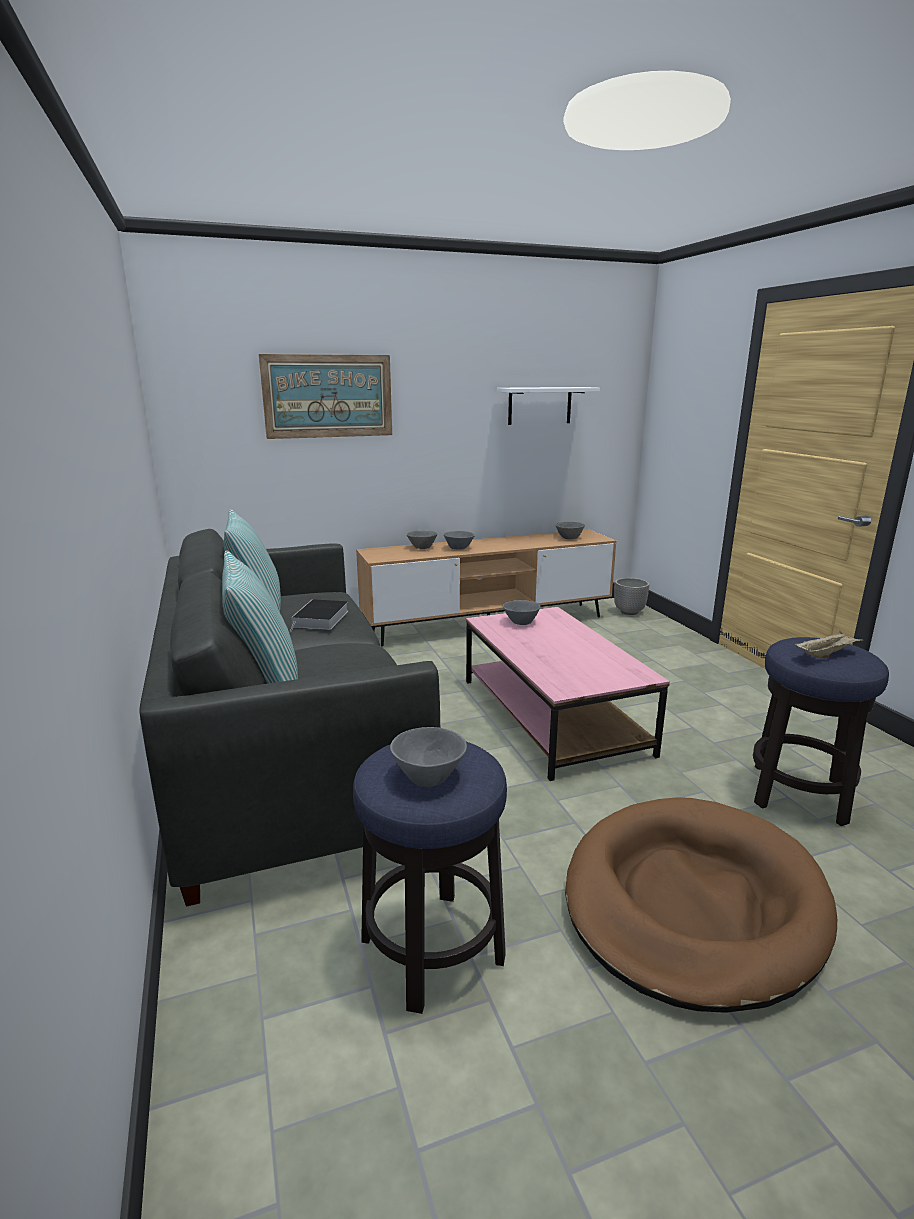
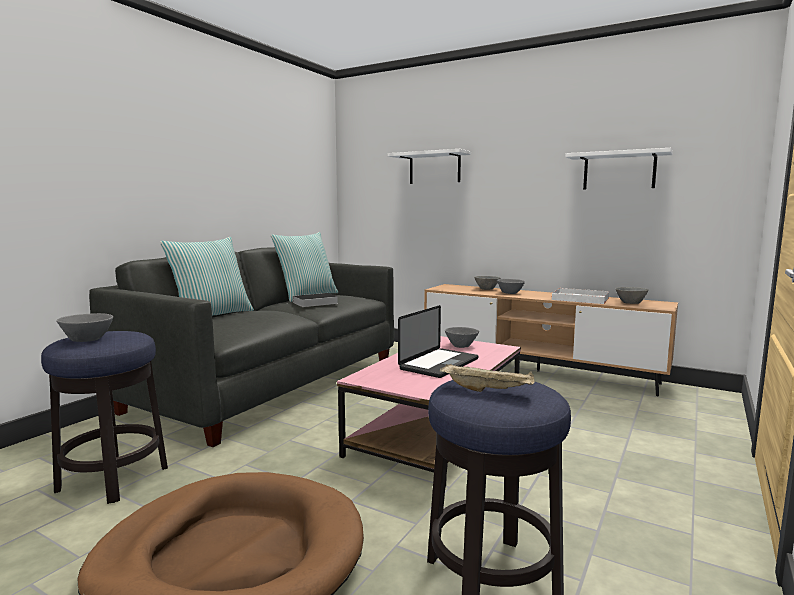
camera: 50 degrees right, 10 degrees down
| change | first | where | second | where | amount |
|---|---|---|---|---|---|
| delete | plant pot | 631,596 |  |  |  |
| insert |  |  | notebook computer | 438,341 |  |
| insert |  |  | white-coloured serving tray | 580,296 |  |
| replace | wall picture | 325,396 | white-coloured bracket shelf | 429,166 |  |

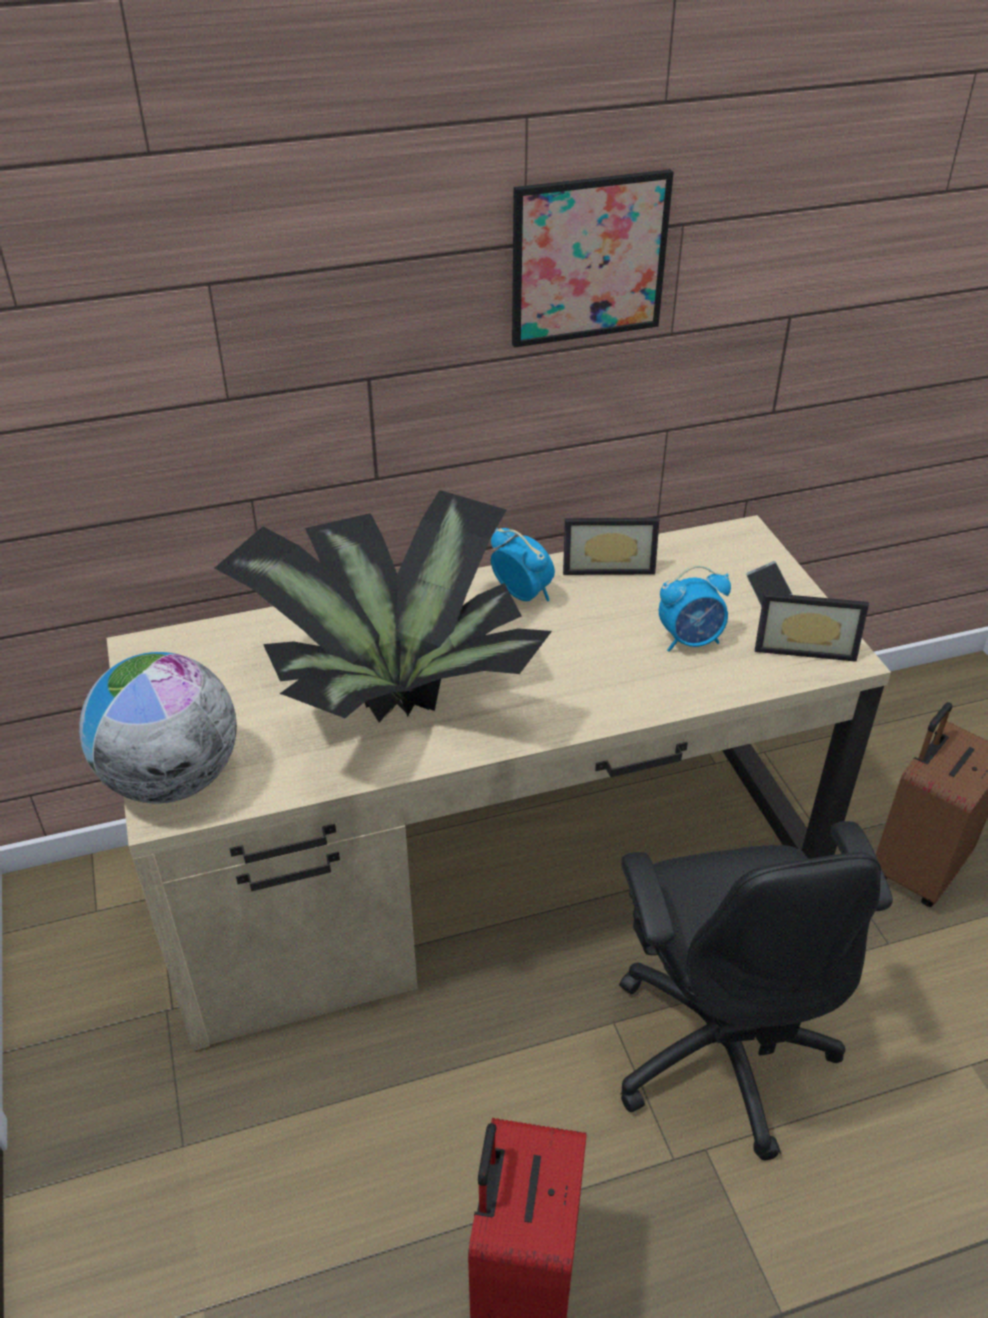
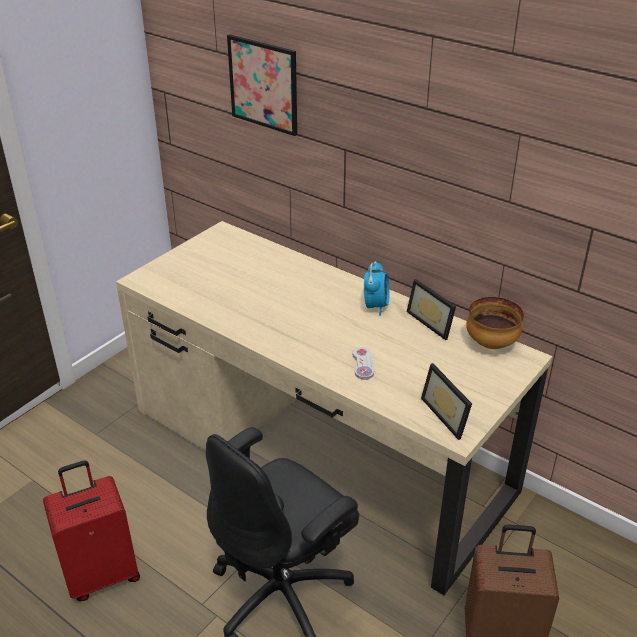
camera: 55 degrees right, 5 degrees down
| change | first | where | second | where | amount |
|---|---|---|---|---|---|
| delete | world globe | 158,728 |  |  |  |
| delete | houseplant | 383,606 |  |  |  |
| delete | table clock | 695,608 |  |  |  |
| delete | handset | 769,584 |  |  |  |
| insert |  |  | white-coloured joypad | 363,363 |  |
| insert |  |  | deep dish | 495,323 |  |
| move | wall picture | 593,258 |  | 262,85 |  |

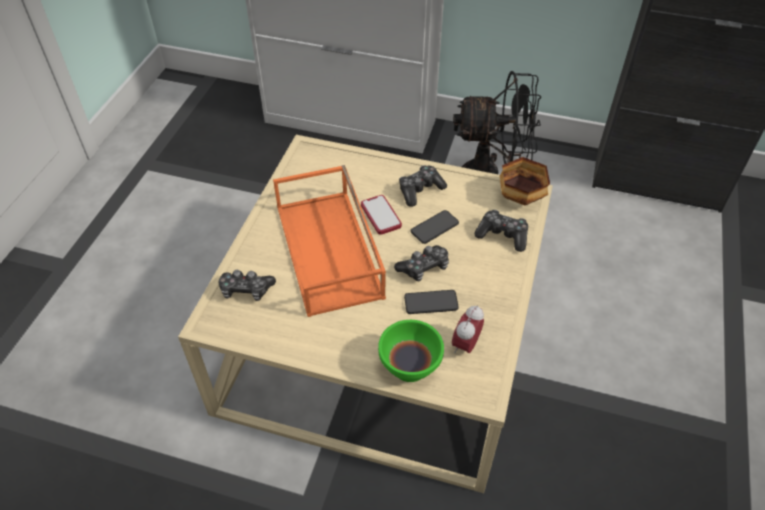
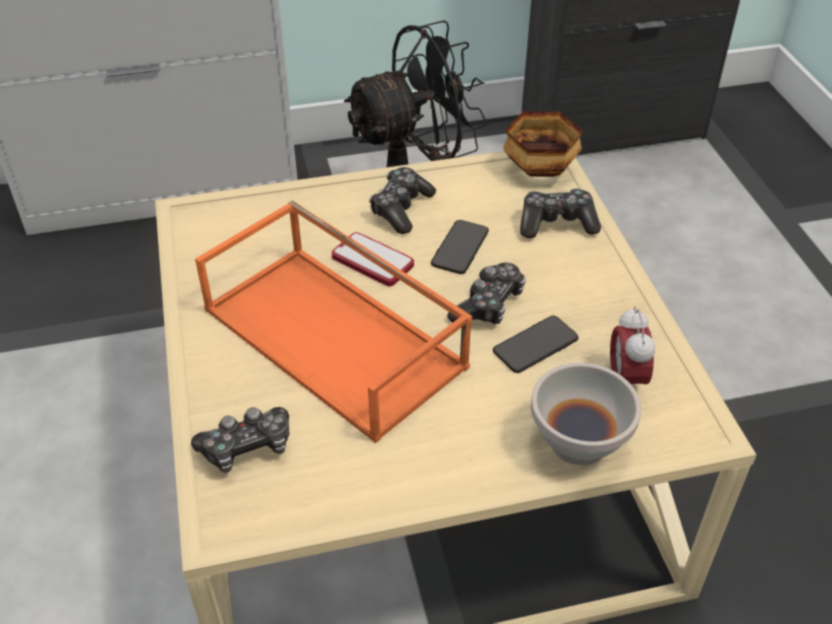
camera: 30 degrees left, 5 degrees down
| change | first | where | second | where | amount |
|---|---|---|---|---|---|
| recolor | green-coloured deep dish | 411,351 | white-coloured deep dish | 586,414 |  |

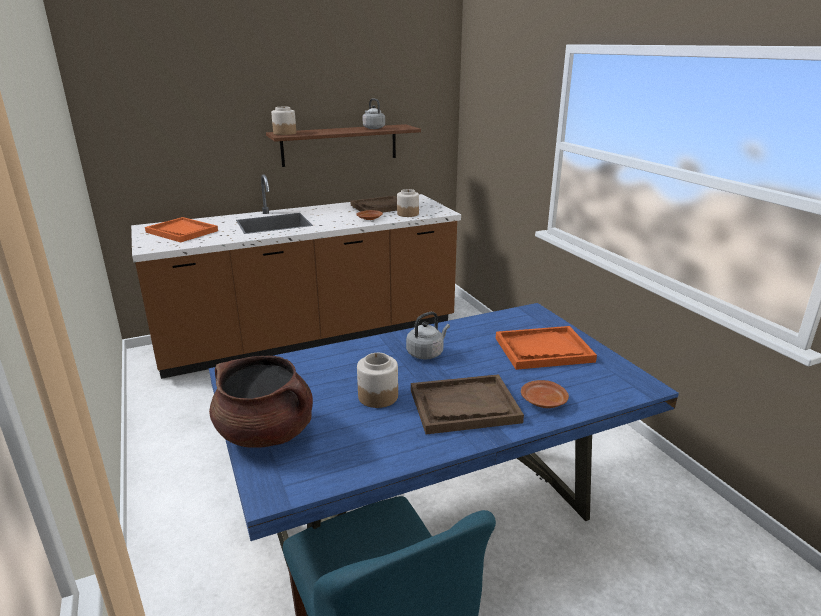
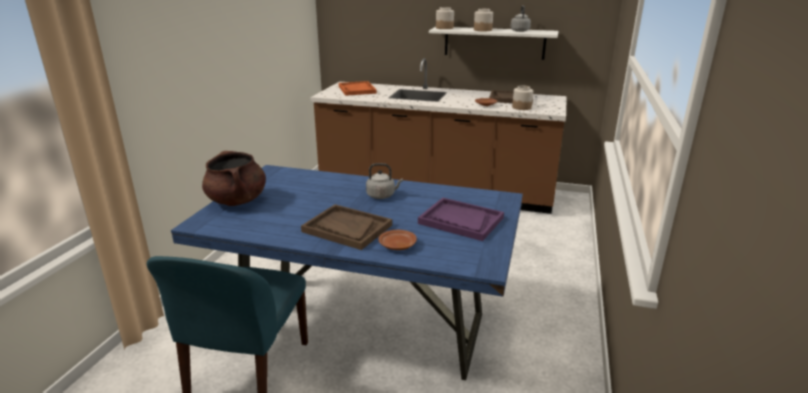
camera: 40 degrees right, 0 degrees up
| change | first | where | second | where | amount |
|---|---|---|---|---|---|
| move | storage jar | 377,380 |  | 483,20 |  |
| recolor | brown-coloured bracket shelf | 343,145 | white-coloured bracket shelf | 493,43 |  |
| recolor | orangey serving tray | 546,348 | purple serving tray | 461,219 |  |

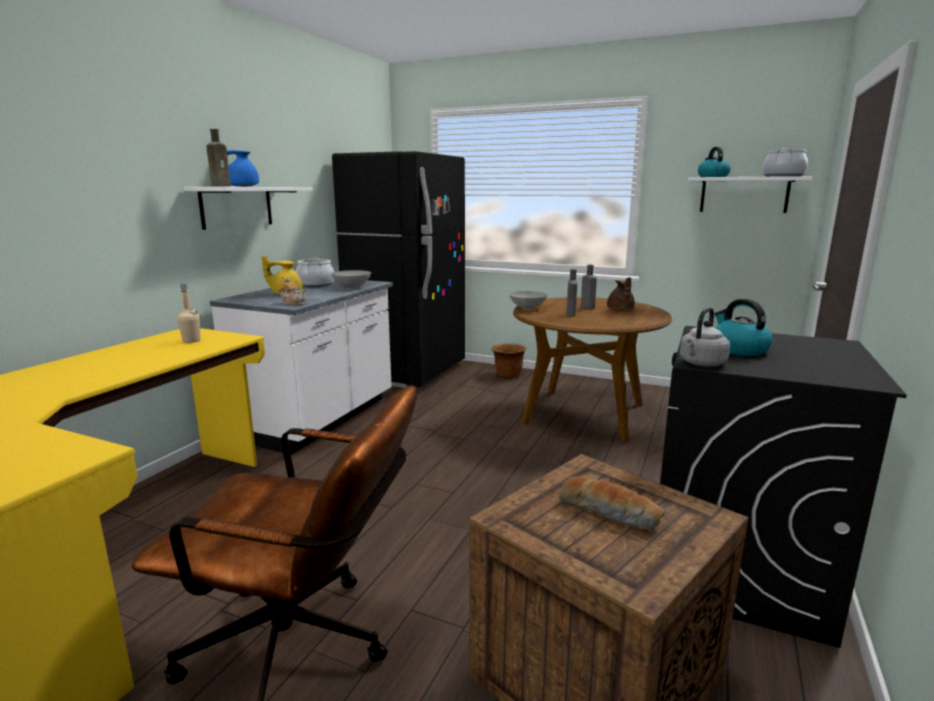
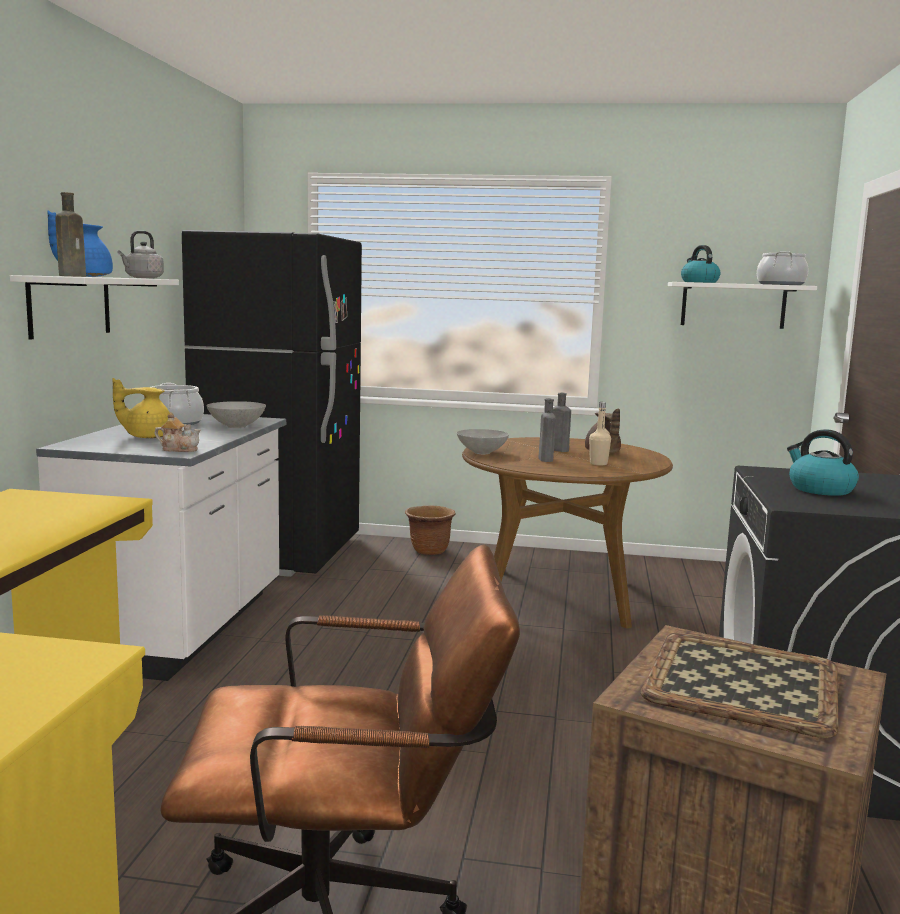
camera: 15 degrees left, 5 degrees down
| change | first | where | second | where | amount |
|---|---|---|---|---|---|
| move | beige beverage bottle | 189,313 |  | 600,433 |  |
| move | gray kettle | 705,337 |  | 141,254 |  |
| replace | baked bread | 612,503 | serving tray | 740,685 |  |

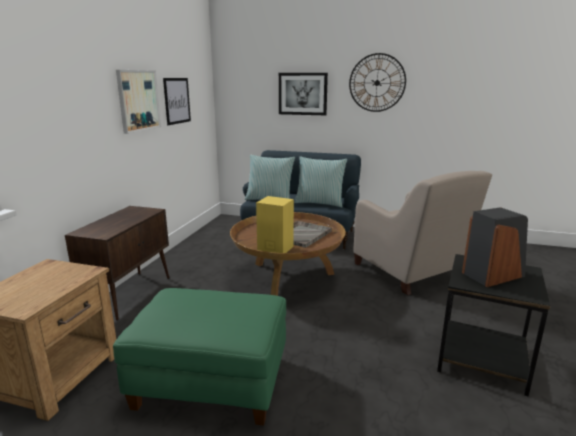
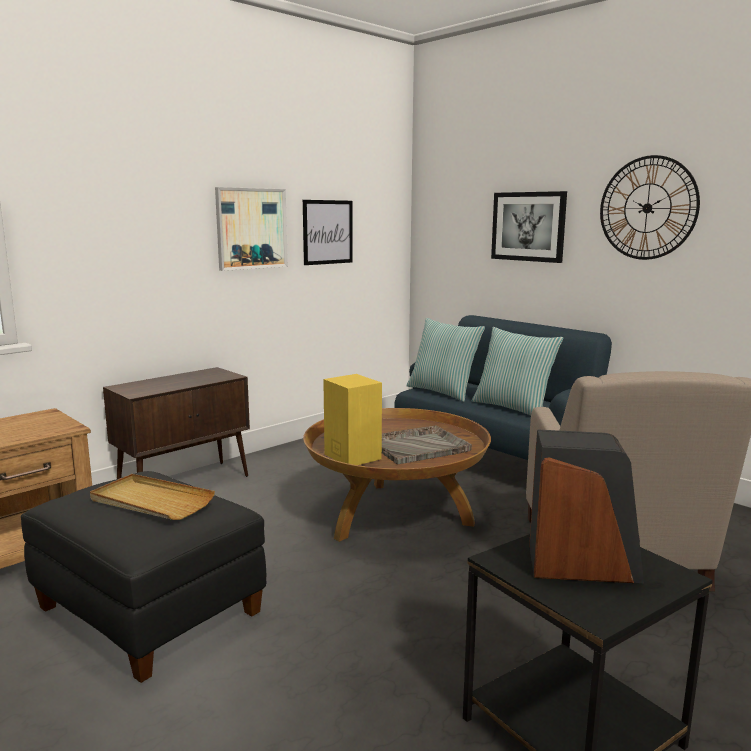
camera: 30 degrees right, 5 degrees down
| change | first | where | second | where | amount |
|---|---|---|---|---|---|
| insert |  |  | beige serving tray | 152,497 |  |
| recolor | green-coloured footrest | 199,357 | blackish footrest | 143,577 |  |

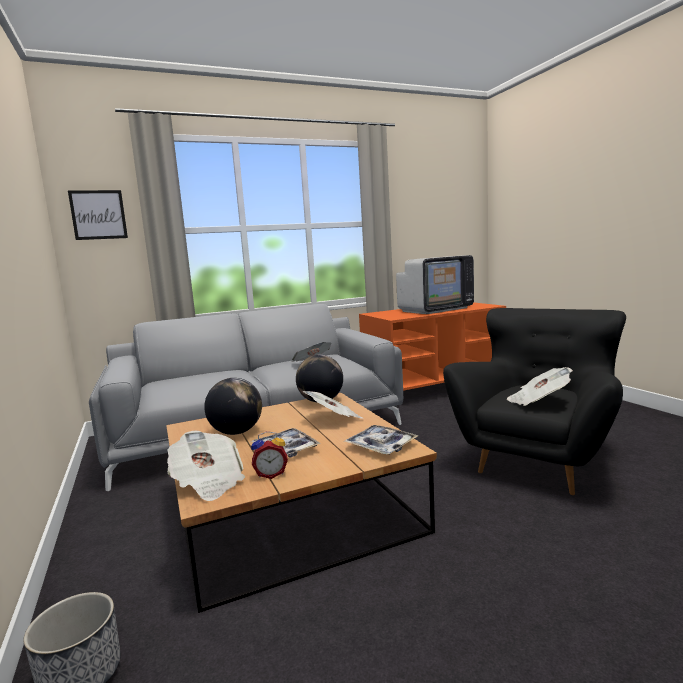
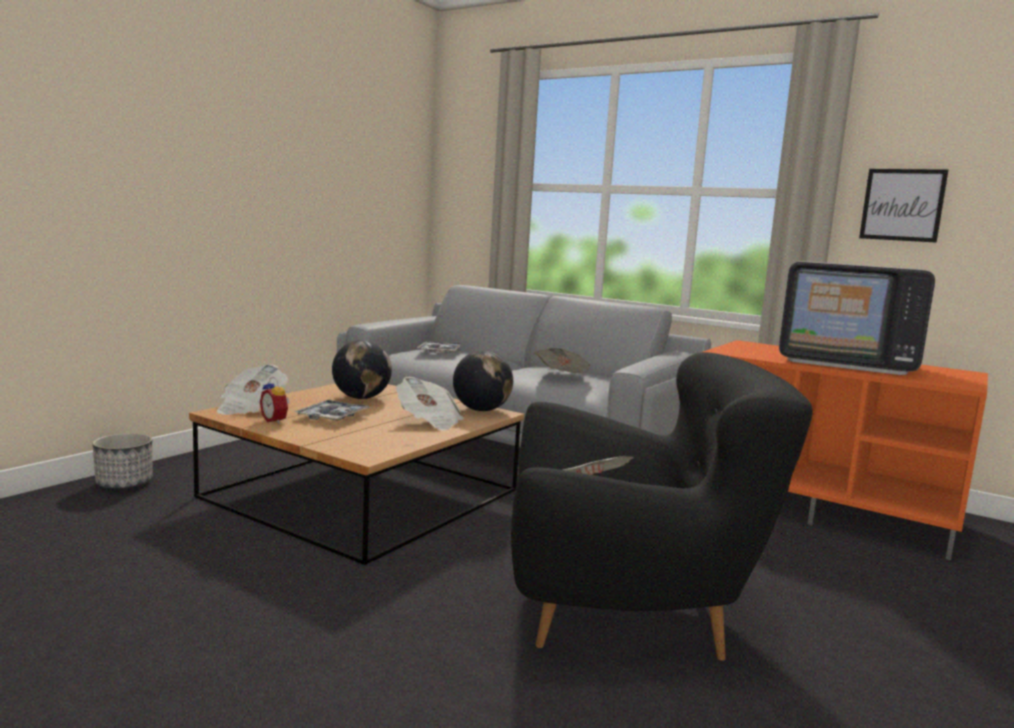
camera: 55 degrees right, 0 degrees up
| change | first | where | second | where | amount |
|---|---|---|---|---|---|
| move | wall picture | 98,215 |  | 903,206 |  |
| move | serving tray | 381,440 |  | 440,347 |  |

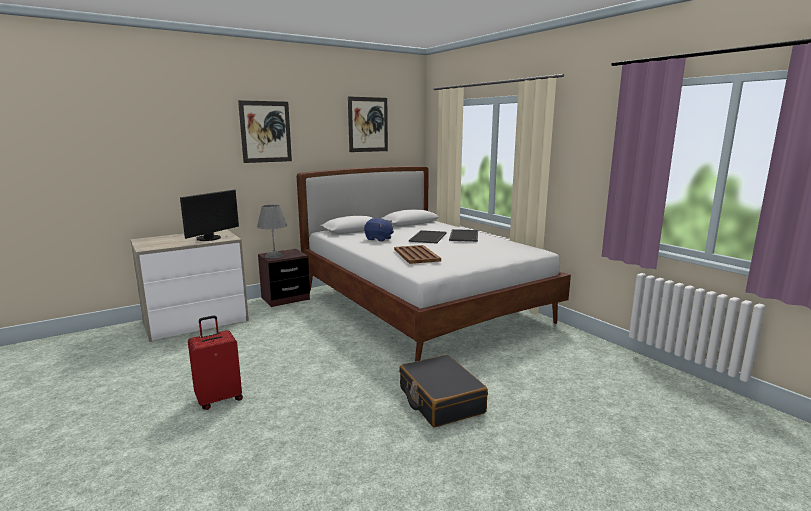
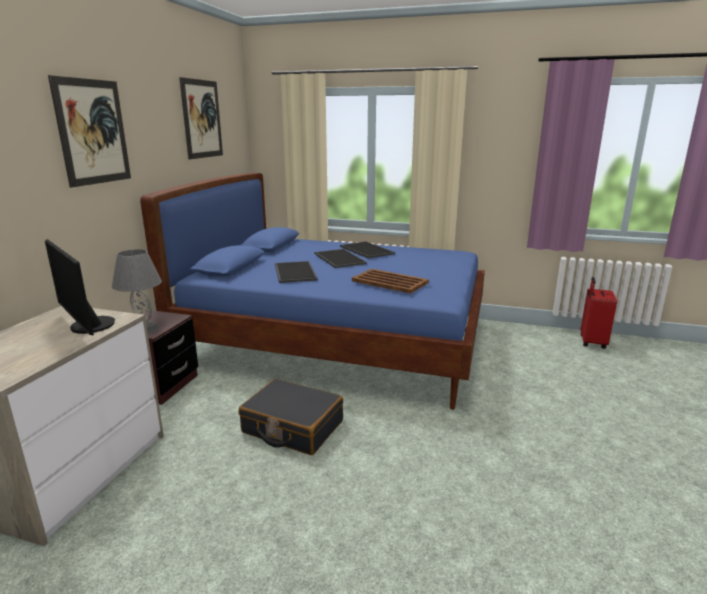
camera: 40 degrees left, 5 degrees up
| change | first | where | second | where | amount |
|---|---|---|---|---|---|
| move | red suitcase | 215,362 |  | 598,313 |  |
| move | blackish suitcase | 443,391 |  | 291,416 |  |
| replace | bluish cuddly toy | 379,230 | serving tray | 296,272 |  |
| recolor | white-coloured sleeping bed | 434,264 | bluish sleeping bed | 312,291 |  |
| rotate | monitor | 209,215 |  | 80,287 | 150 degrees clockwise |

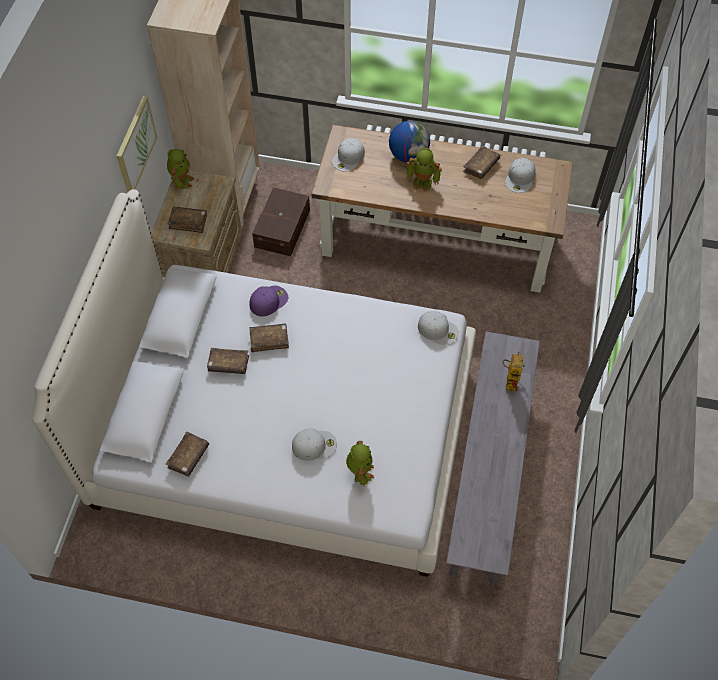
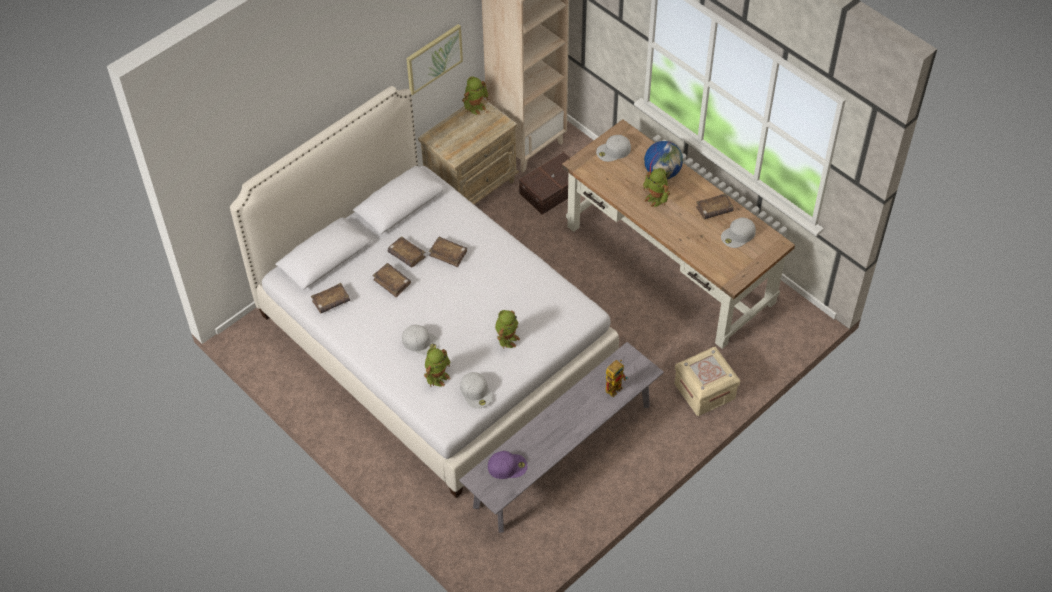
camera: 35 degrees right, 5 degrees down
| change | first | where | second | where | amount |
|---|---|---|---|---|---|
| insert |  |  | model robot | 507,329 |  |
| insert |  |  | beige storage bin | 707,381 |  |
| move | brown-coloured bound book | 187,219 |  | 392,280 |  |
| move | purple peaked cap | 268,301 |  | 507,465 |  |
| move | white-coloured peaked cap | 438,328 |  | 476,390 |  |

